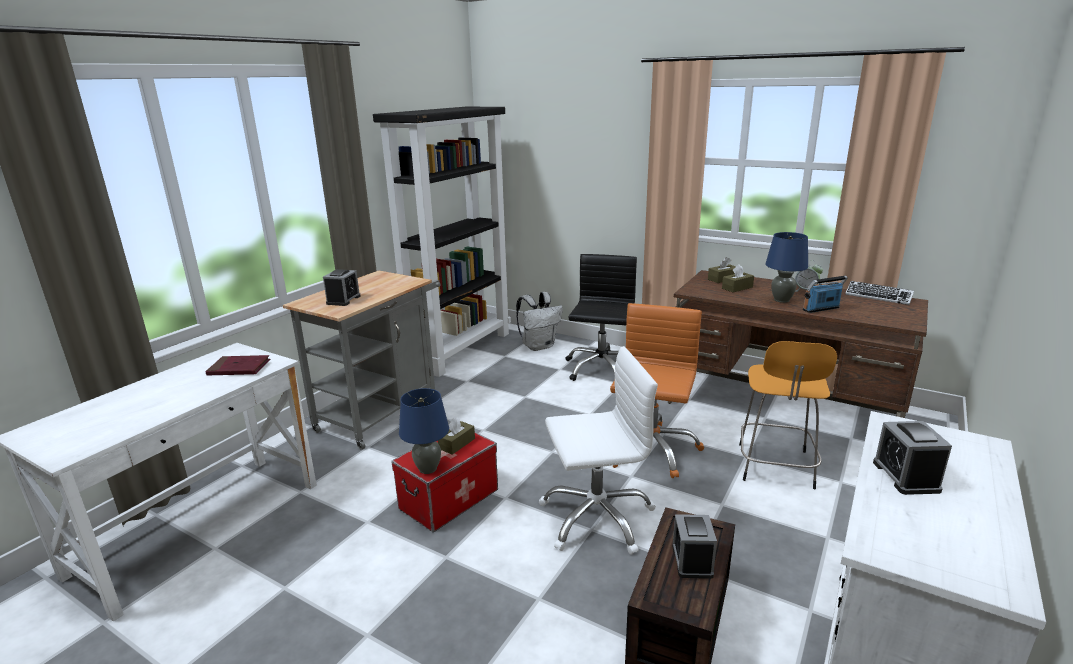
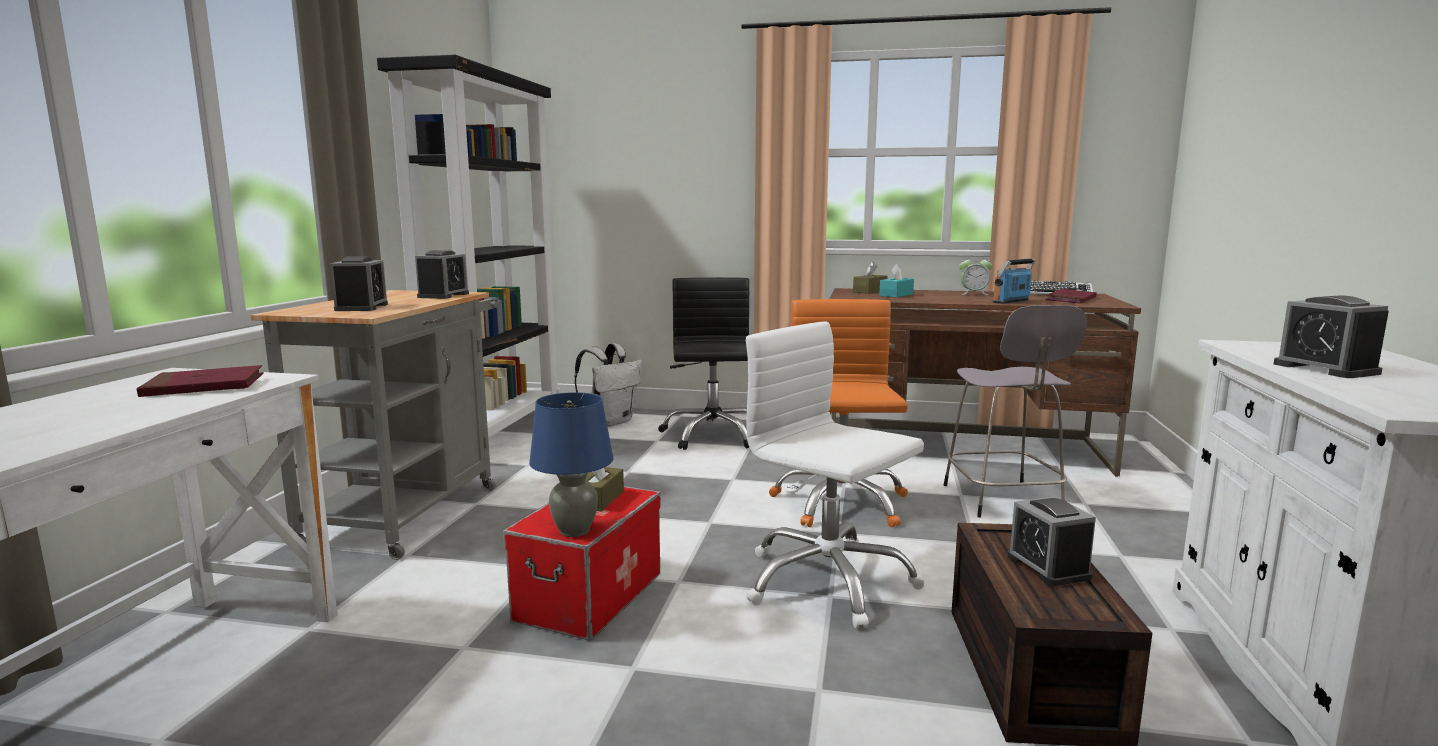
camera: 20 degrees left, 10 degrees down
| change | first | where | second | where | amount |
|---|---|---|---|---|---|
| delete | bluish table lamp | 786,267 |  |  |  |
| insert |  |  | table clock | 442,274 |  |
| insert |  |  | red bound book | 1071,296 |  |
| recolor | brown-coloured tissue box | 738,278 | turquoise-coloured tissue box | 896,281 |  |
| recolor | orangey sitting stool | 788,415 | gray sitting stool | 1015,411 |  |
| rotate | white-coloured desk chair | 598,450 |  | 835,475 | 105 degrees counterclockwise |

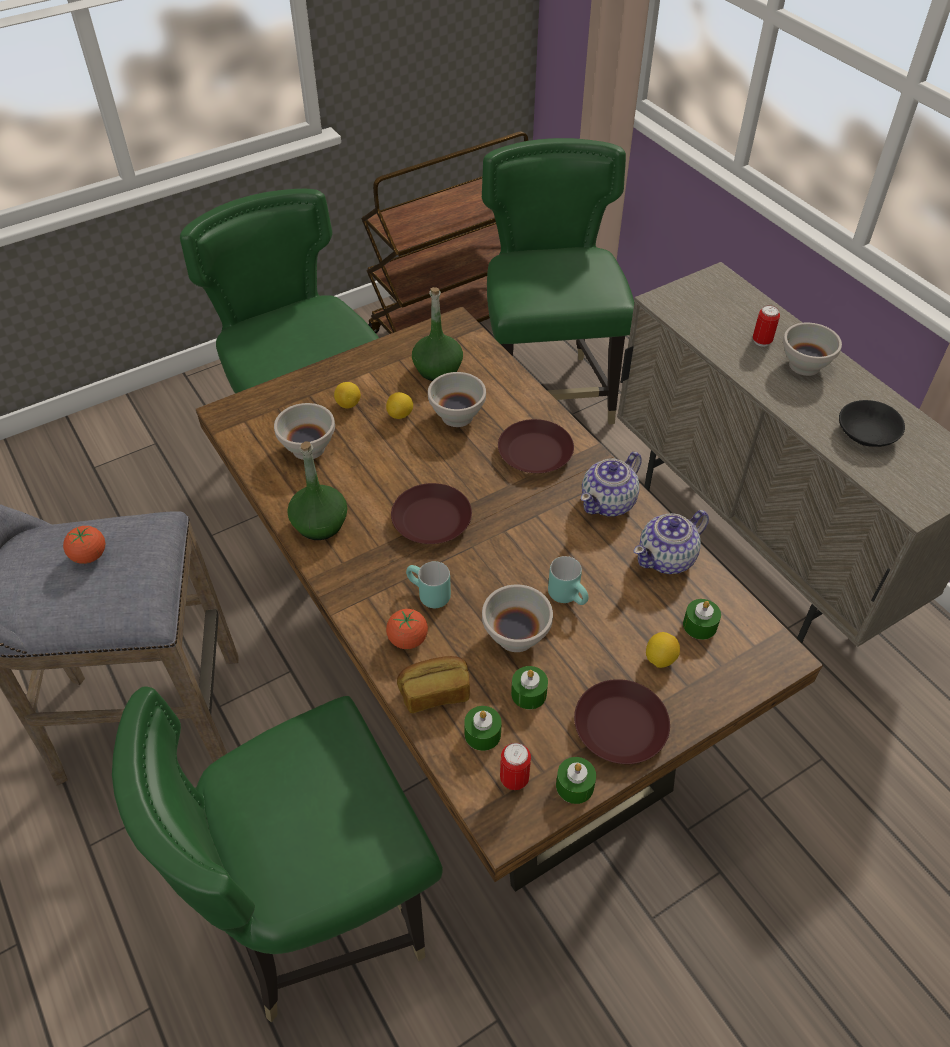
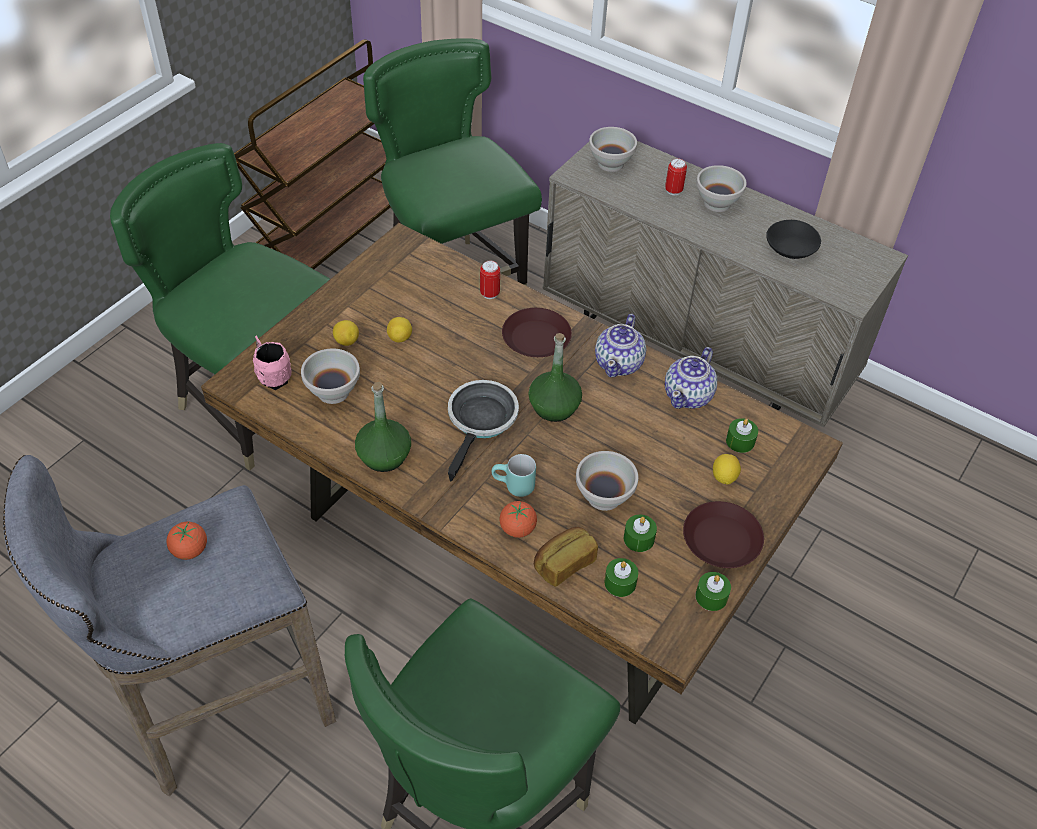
camera: 25 degrees left, 0 degrees up
| change | first | where | second | where | amount |
|---|---|---|---|---|---|
| delete | turquoise-coloured tea mug | 568,580 |  |  |  |
| insert |  |  | pink tea mug | 272,362 |  |
| move | green-coloured beverage bottle | 437,334 |  | 555,377 |  |
| move | white-coloured deep dish | 457,399 |  | 613,149 |  |
| move | metal can | 515,766 |  | 490,280 |  |
| replace | brown-coloured plate | 431,513 | pan | 483,431 |  |

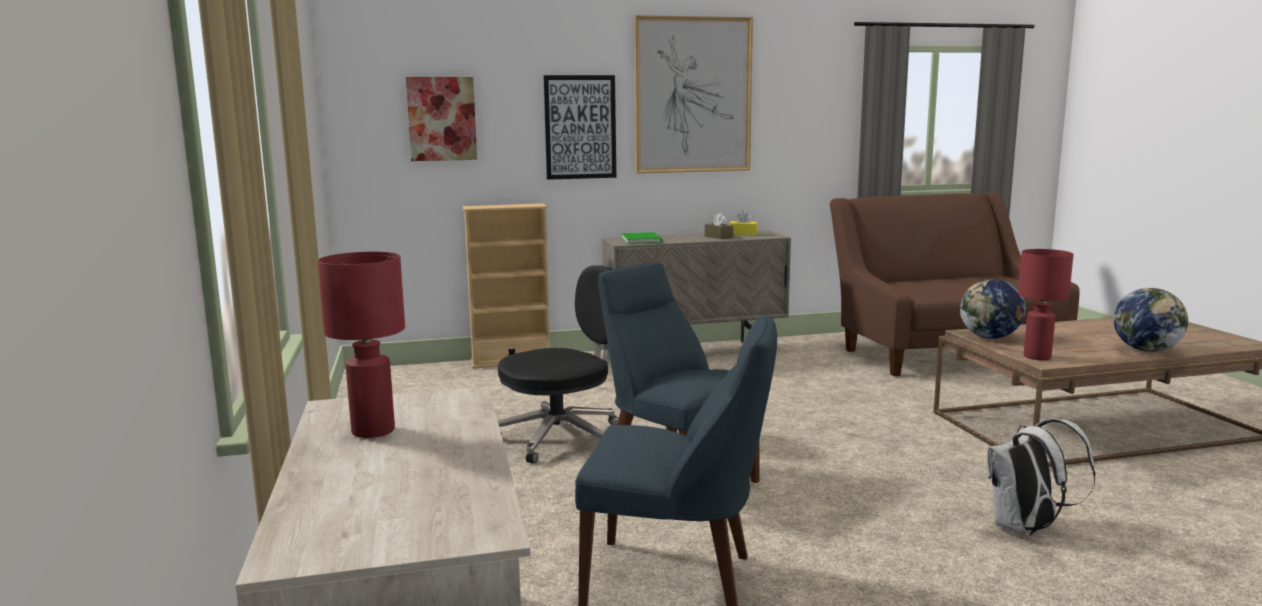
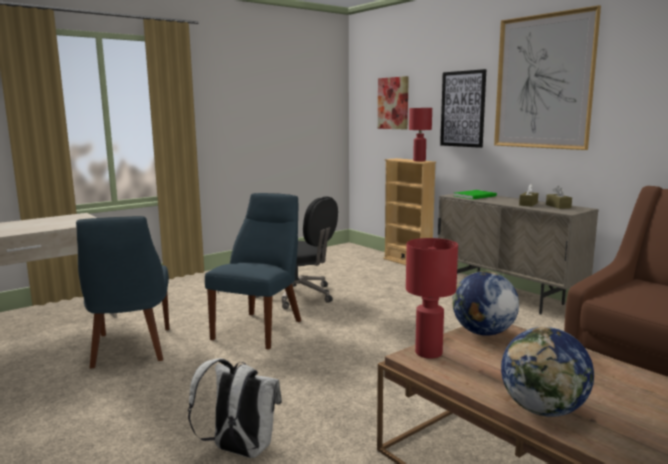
camera: 65 degrees right, 0 degrees up
| change | first | where | second | where | amount |
|---|---|---|---|---|---|
| move | red table lamp | 361,345 |  | 420,135 |  |
| recolor | yellow tissue box | 743,223 | brown-coloured tissue box | 559,197 |  |

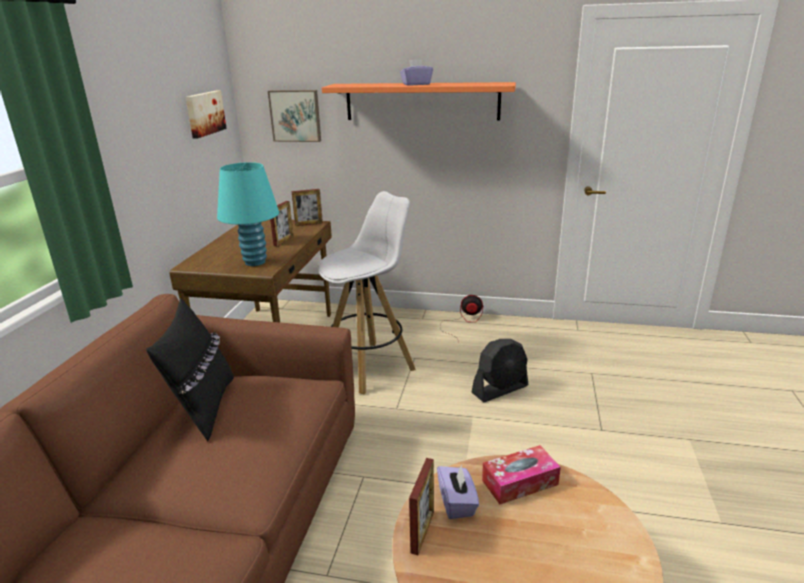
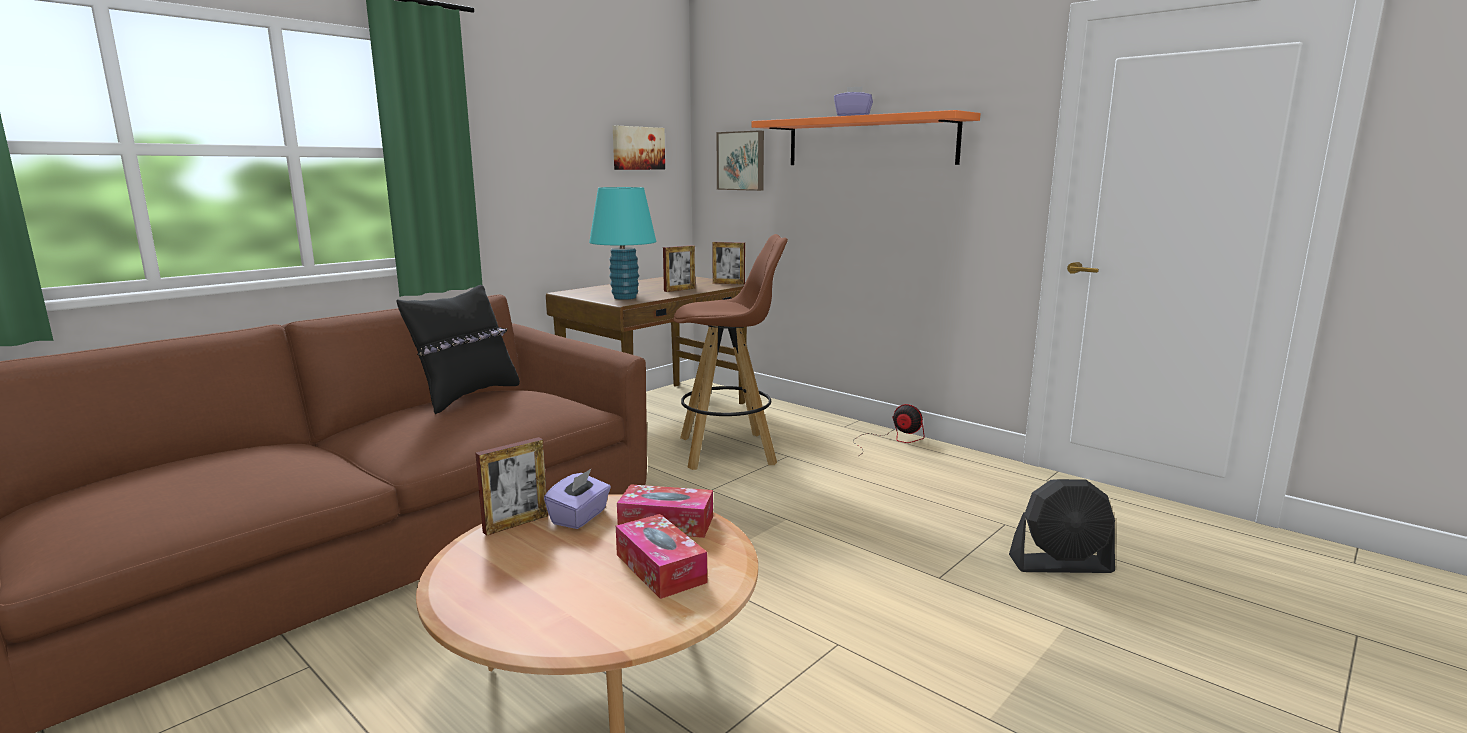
camera: 30 degrees right, 10 degrees down
| change | first | where | second | where | amount |
|---|---|---|---|---|---|
| insert |  |  | tissue box | 661,556 |  |
| move | blackish fan | 500,370 |  | 1062,526 |  |
| recolor | white-coloured sitting stool | 367,292 | brown-coloured sitting stool | 730,352 |  |

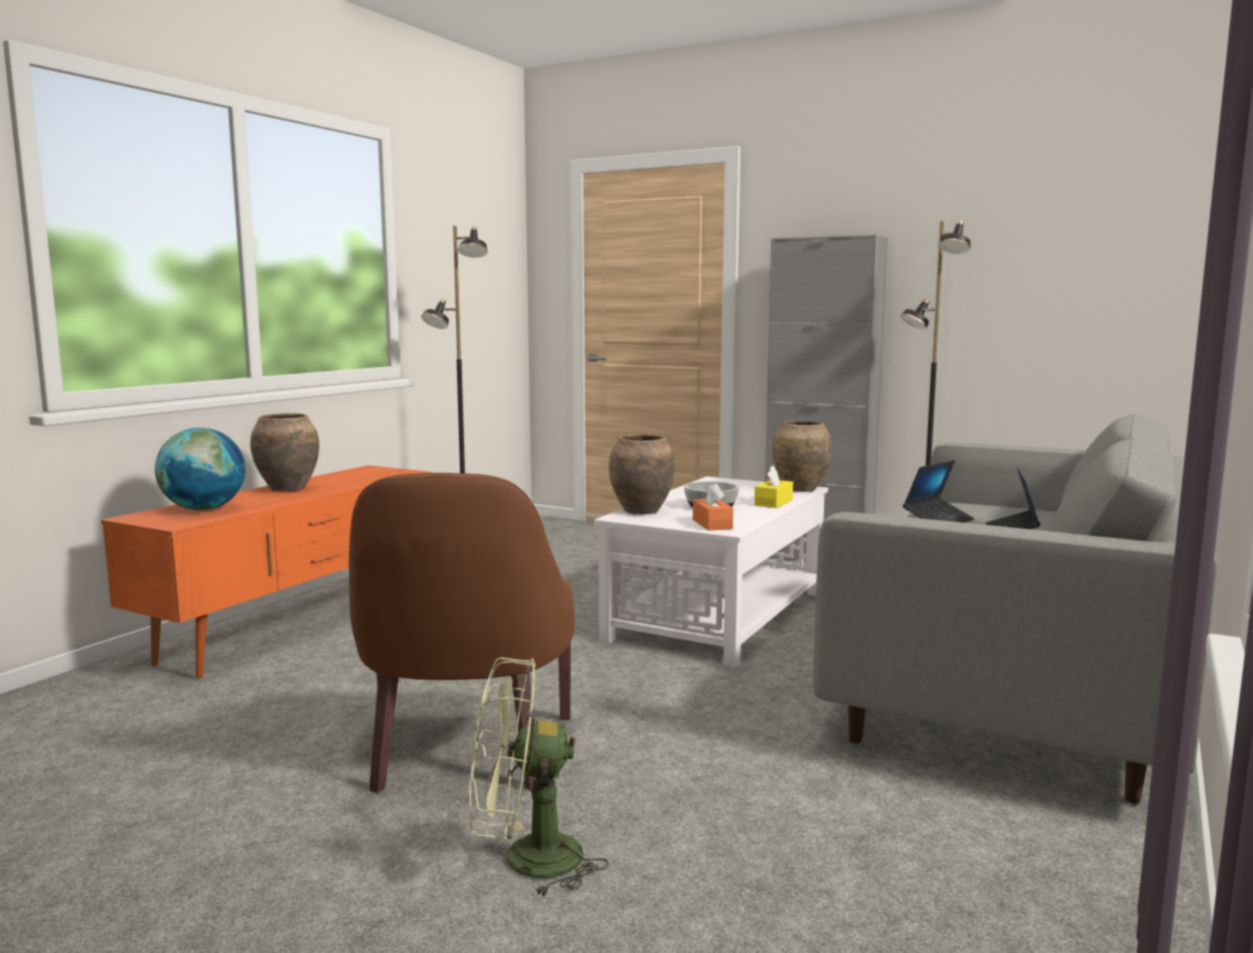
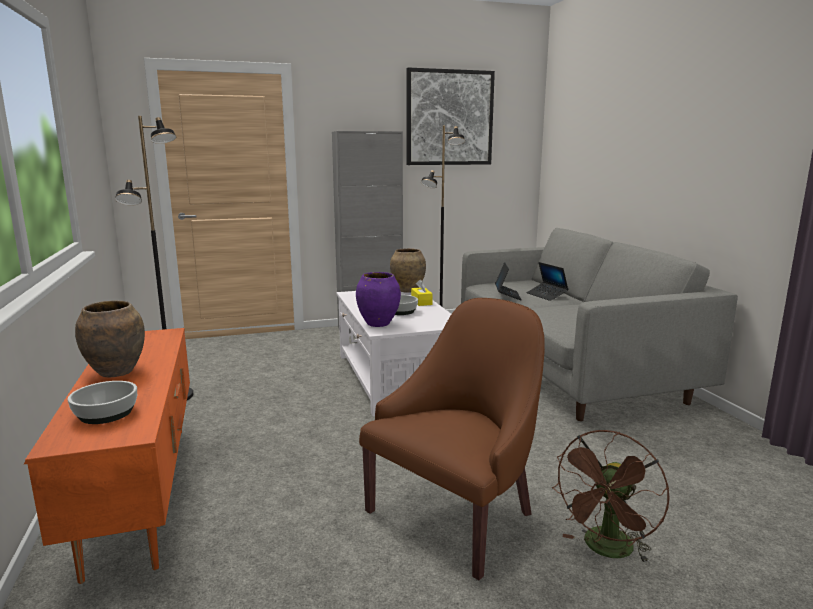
camera: 45 degrees left, 5 degrees up
| change | first | where | second | where | amount |
|---|---|---|---|---|---|
| delete | orangey tissue box | 713,507 |  |  |  |
| insert |  |  | wall picture | 450,116 |  |
| replace | world globe | 200,469 | deep dish | 102,402 |  |
| recolor | green-coloured fan | 538,778 | brown-coloured fan | 611,497 |  |
| recolor | brown-coloured flower vase | 642,474 | purple flower vase | 378,299 |  |
| rotate | brown-coloured lounge chair | 462,633 |  | 452,439 | 90 degrees counterclockwise |

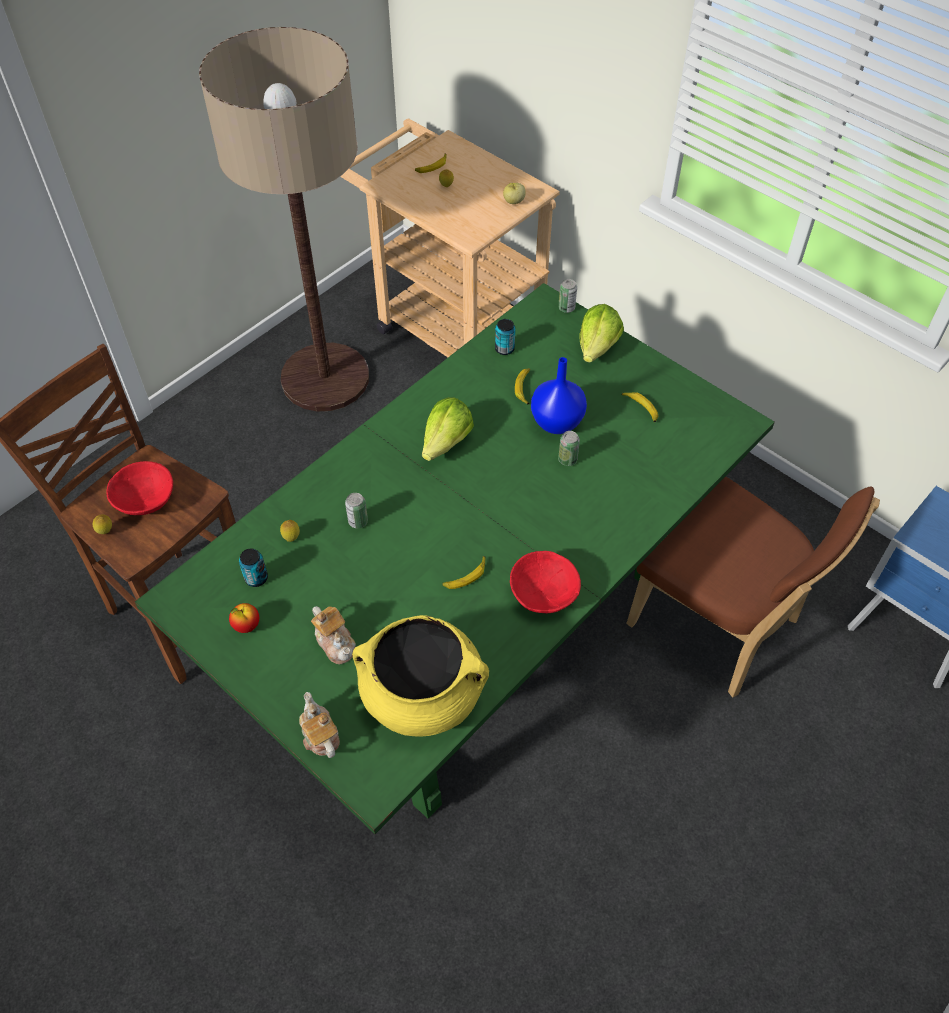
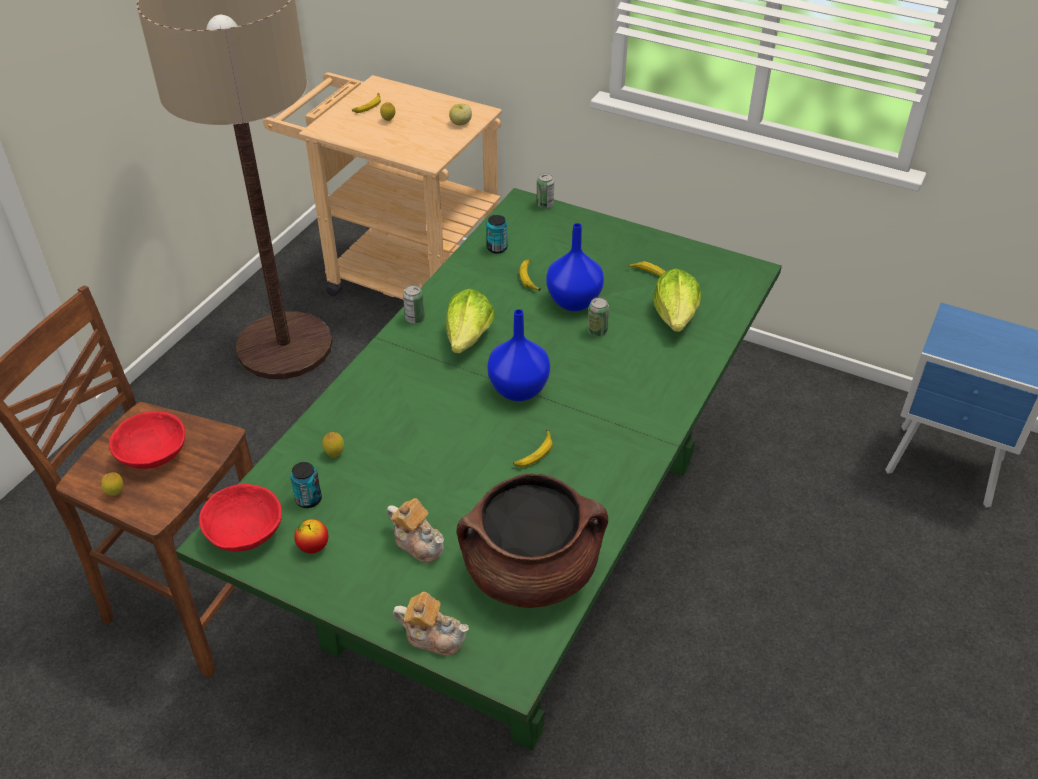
camera: 15 degrees left, 10 degrees down
| change | first | where | second | where | amount |
|---|---|---|---|---|---|
| delete | brown-coloured chair | 753,587 |  |  |  |
| insert |  |  | bluish flower vase | 518,355 |  |
| move | metal can | 356,510 |  | 414,304 |  |
| move | red deep dish | 545,582 |  | 240,517 |  |
| move | lettuce | 601,333 |  | 677,300 |  |
| recolor | yellow cooking pot | 420,676 | brown-coloured cooking pot | 532,541 |  |
| rotate | pot for tea | 319,725 |  | 431,624 | 150 degrees clockwise |

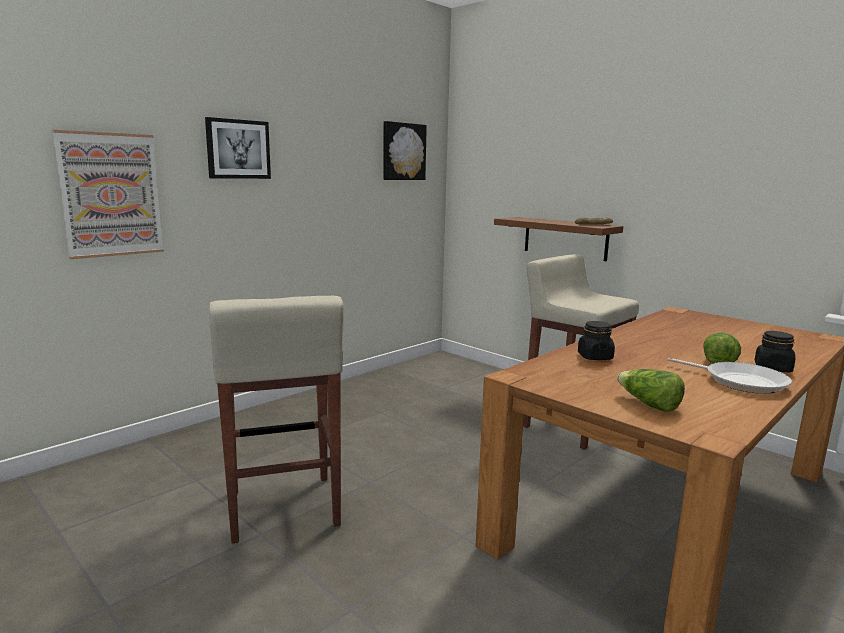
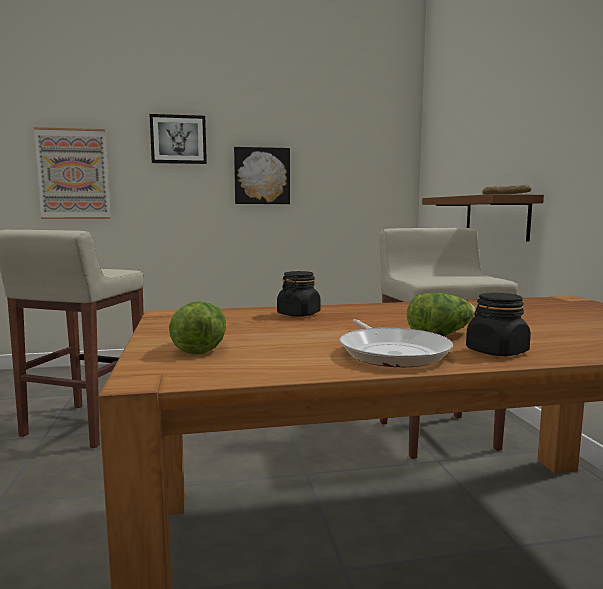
camera: 35 degrees right, 5 degrees down
| change | first | where | second | where | amount |
|---|---|---|---|---|---|
| move | wall picture | 405,150 |  | 262,175 |  |

